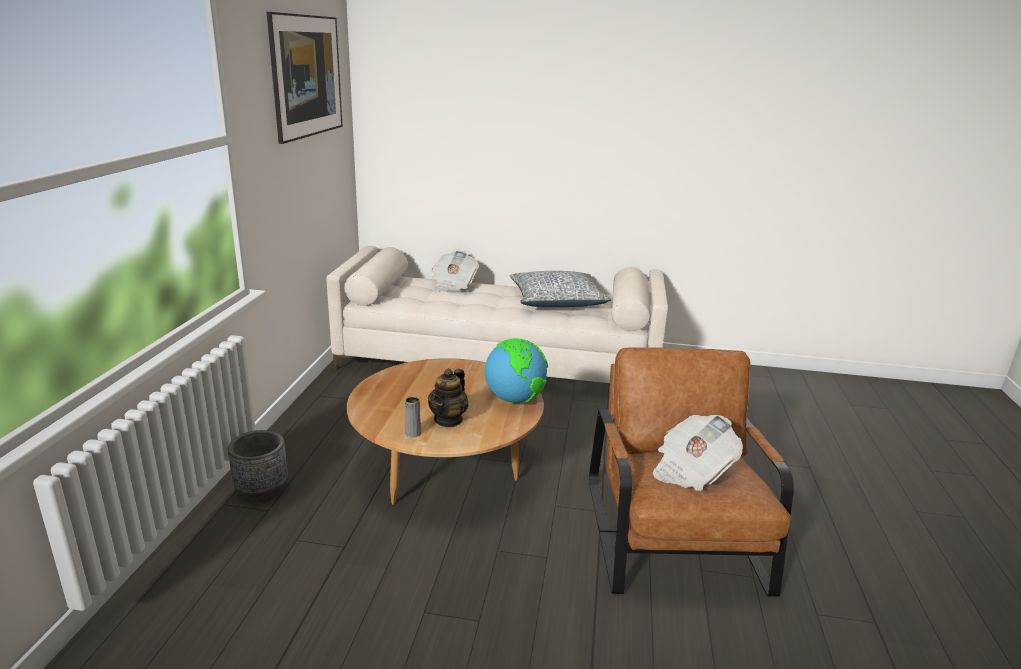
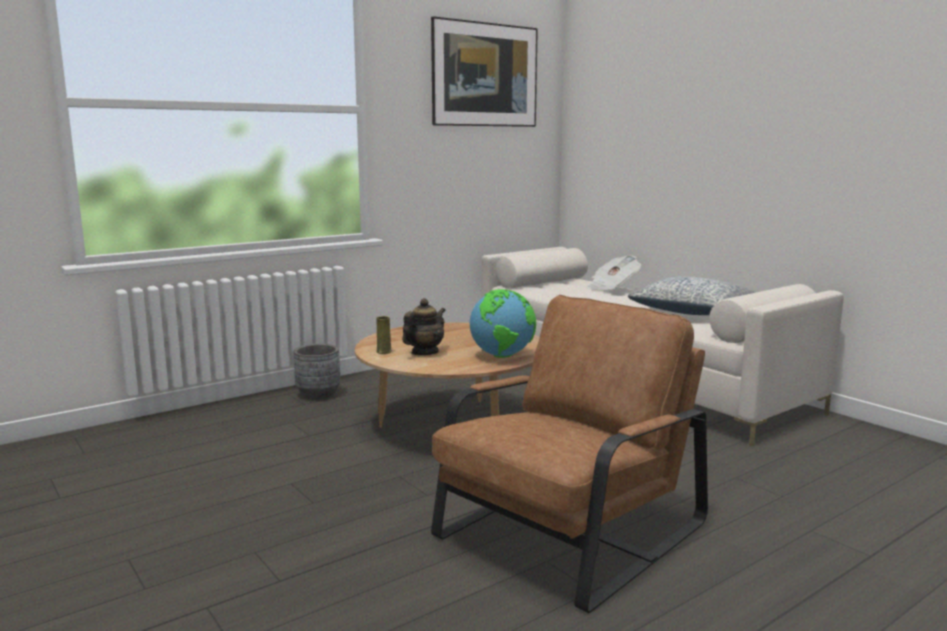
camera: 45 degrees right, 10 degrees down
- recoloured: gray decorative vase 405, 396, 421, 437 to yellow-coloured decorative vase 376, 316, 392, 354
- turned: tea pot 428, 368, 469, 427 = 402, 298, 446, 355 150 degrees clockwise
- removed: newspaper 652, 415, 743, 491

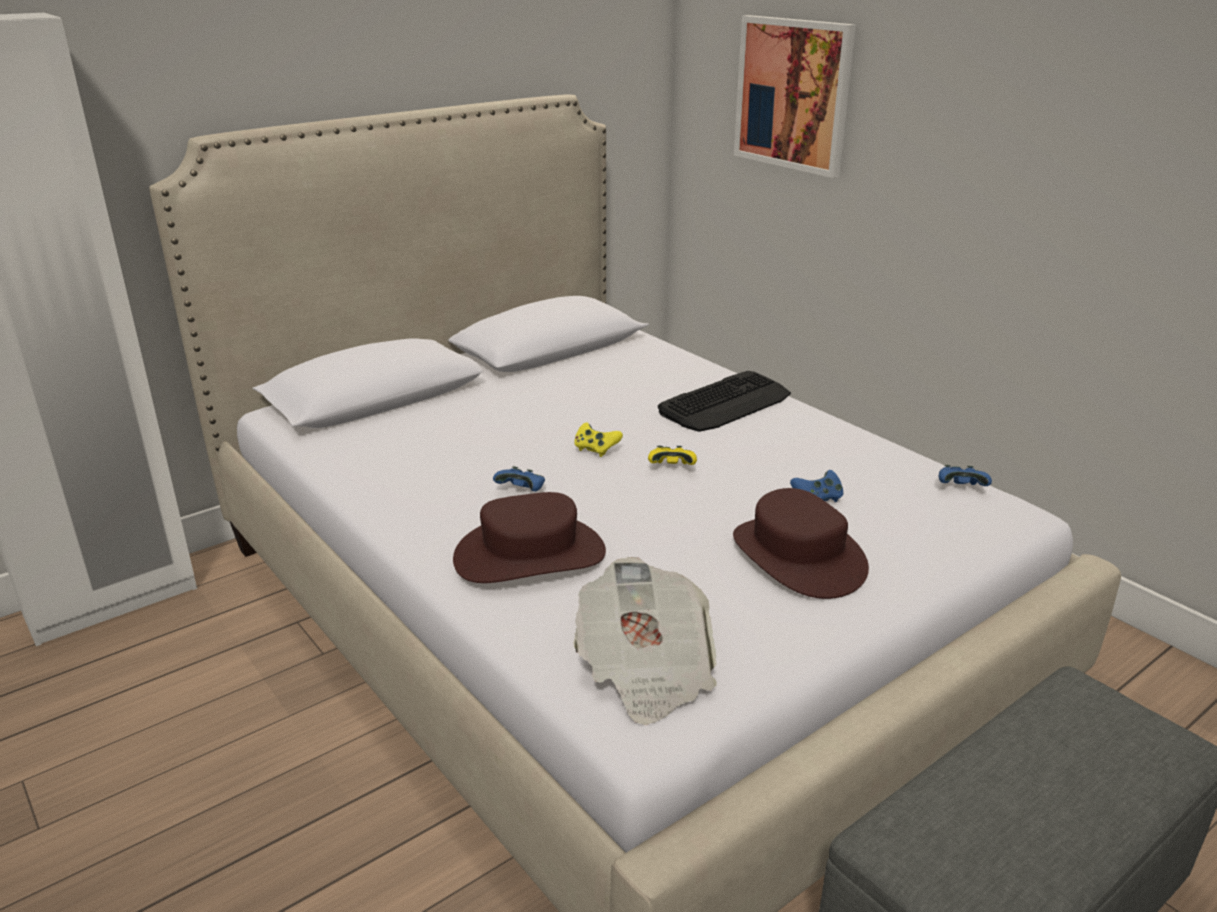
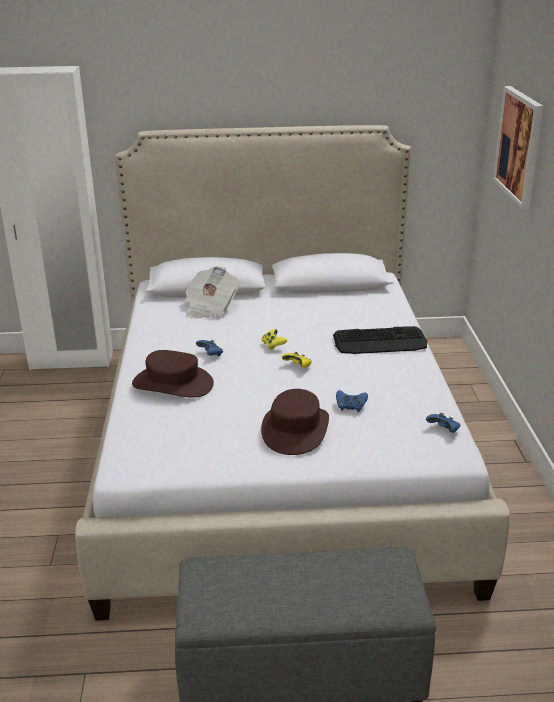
camera: 35 degrees right, 0 degrees up
- moved: newspaper 573, 557, 717, 725 to 184, 266, 239, 319

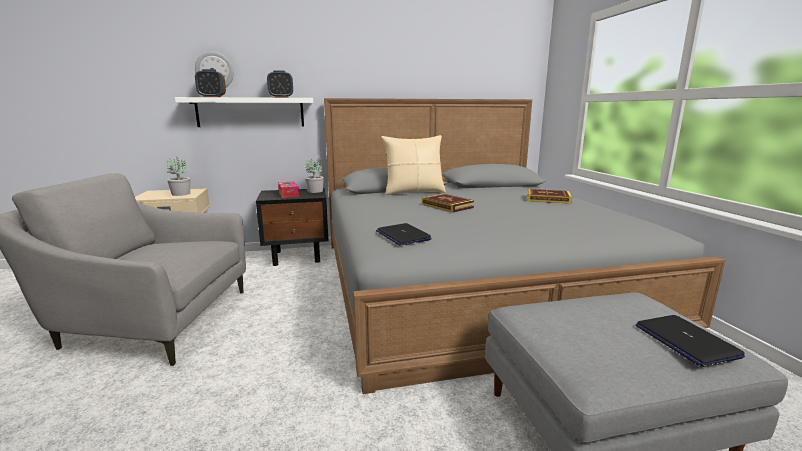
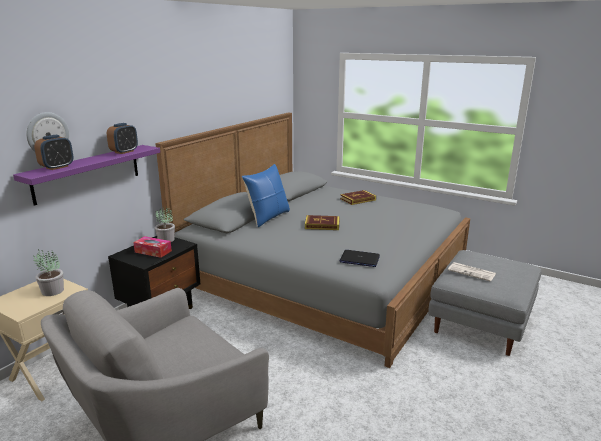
camera: 45 degrees left, 5 degrees up
- recoloured: white bracket shelf 175, 97, 313, 127 to purple-coloured bracket shelf 13, 145, 160, 206
- recoloured: beige-coloured throw pillow 381, 135, 446, 195 to blue throw pillow 242, 164, 290, 227
- removed: laptop 636, 315, 745, 367
- added: newspaper 448, 262, 496, 282

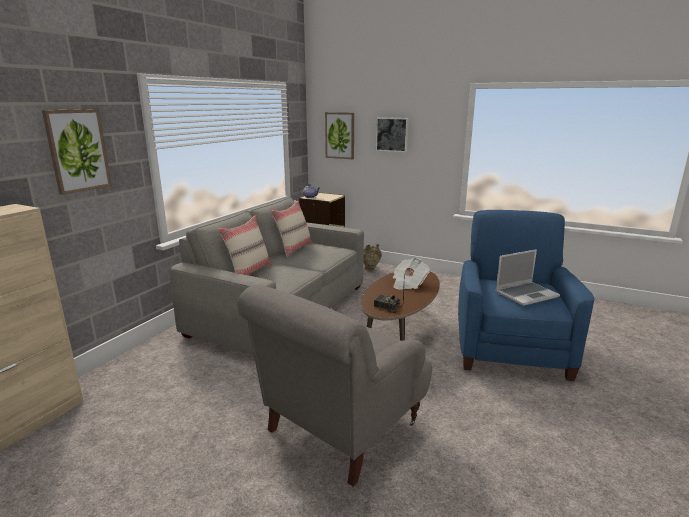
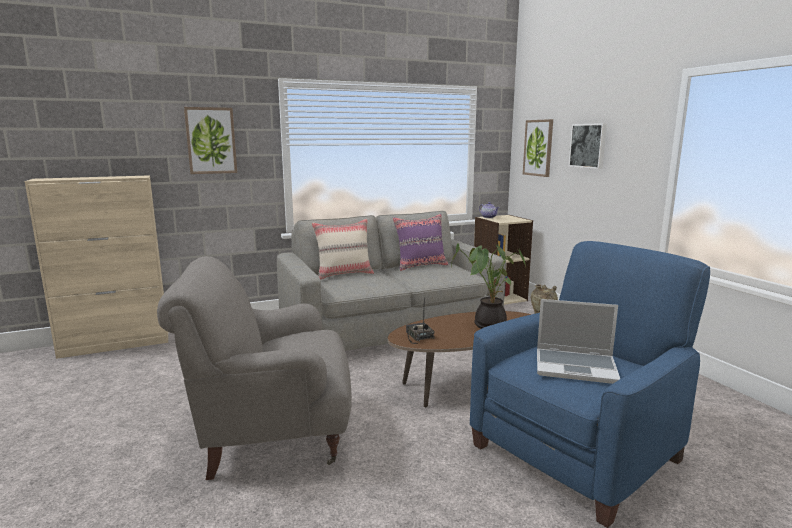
camera: 40 degrees right, 5 degrees down
- recoloured: beige-coloured throw pillow 271, 201, 313, 258 to purple-coloured throw pillow 393, 214, 449, 271
- replaced: newspaper 393, 258, 430, 289 to plant in a pot 451, 243, 526, 329

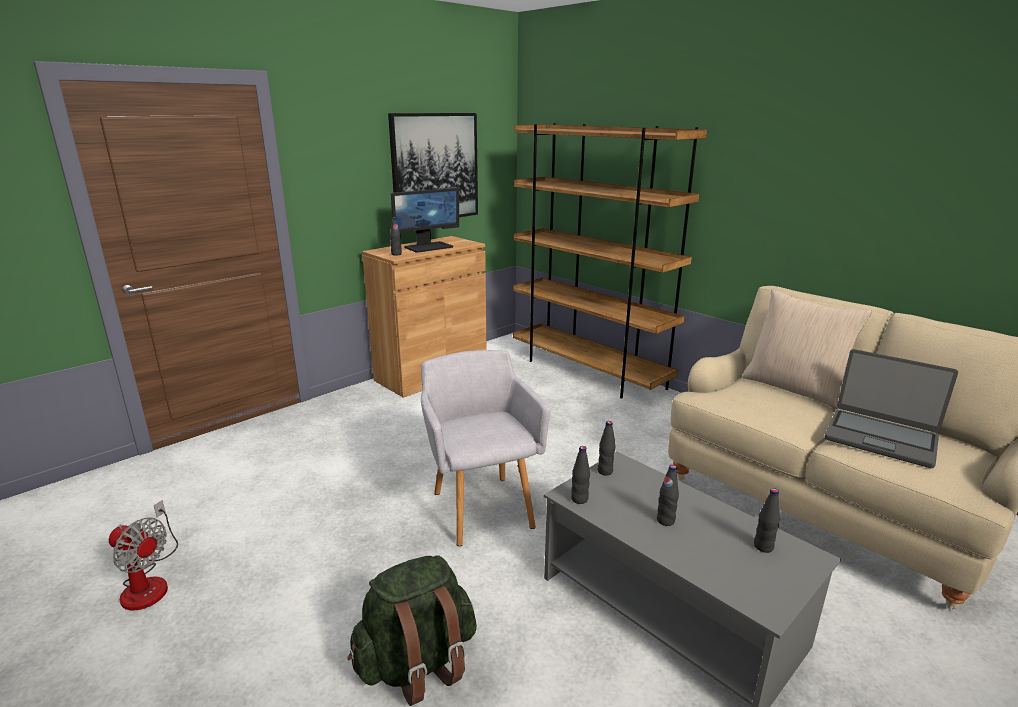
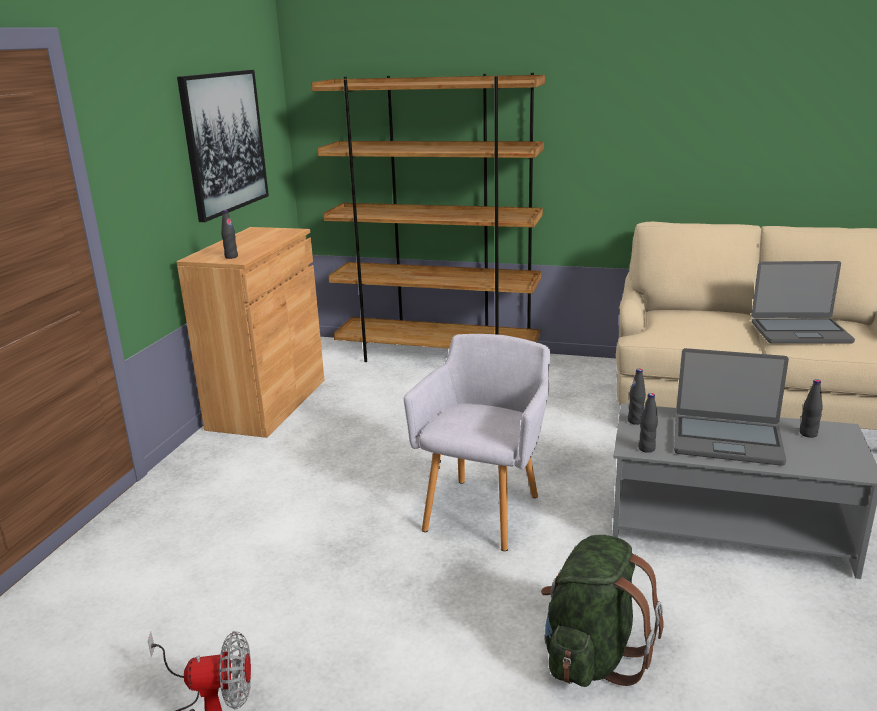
camera: 30 degrees left, 0 degrees up
- removed: computer screen 391, 188, 459, 253
- turned: gray easy chair 421, 350, 551, 546 = 404, 334, 550, 551 75 degrees clockwise
- replaced: black beverage bottle 657, 465, 679, 526 to laptop 674, 348, 789, 466
- removed: beige-coloured throw pillow 742, 289, 872, 409

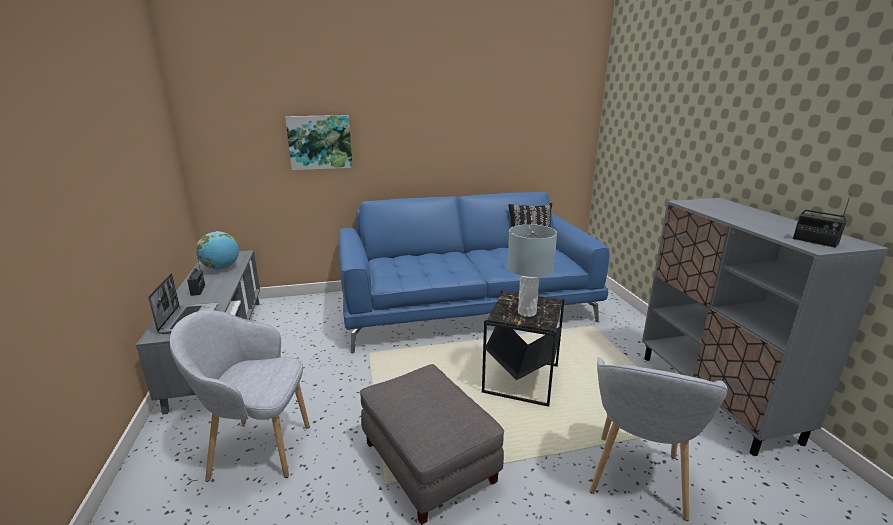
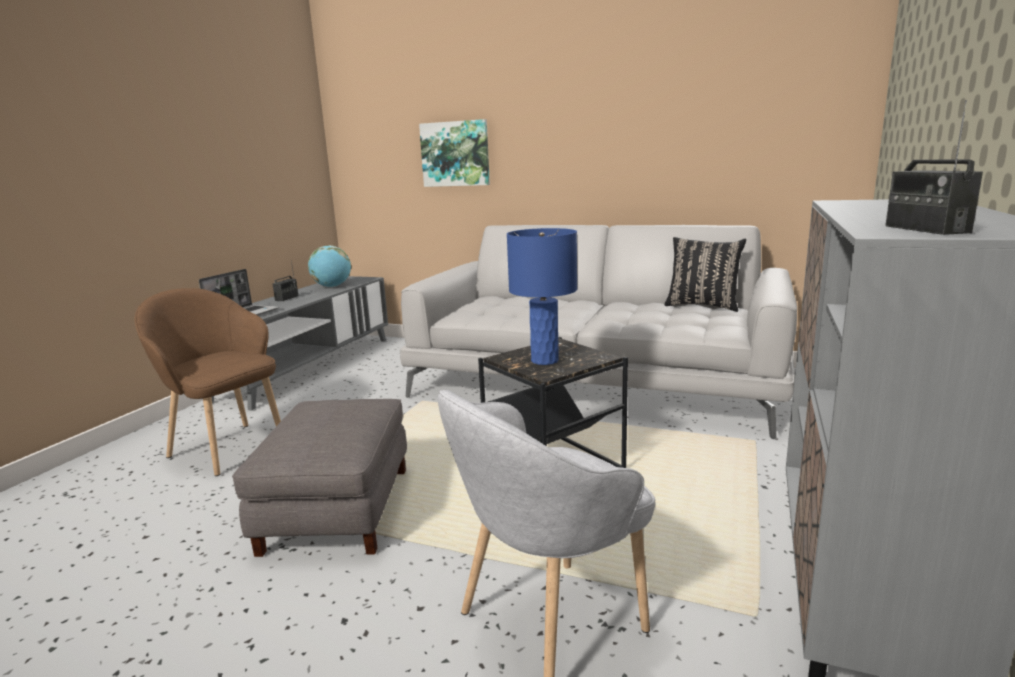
camera: 35 degrees right, 5 degrees down
- recoloured: gray easy chair 170, 311, 310, 482 to brownish easy chair 135, 288, 281, 476
- recoloured: blue sofa 339, 192, 610, 354 to gray sofa 400, 225, 797, 439
- recoloured: gray lamp for a table 507, 224, 557, 317 to blue lamp for a table 507, 228, 577, 365

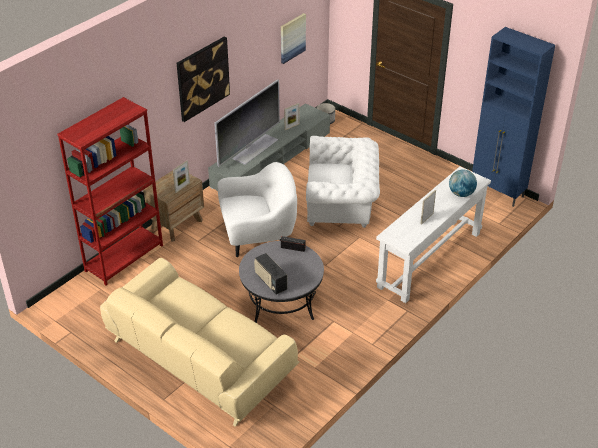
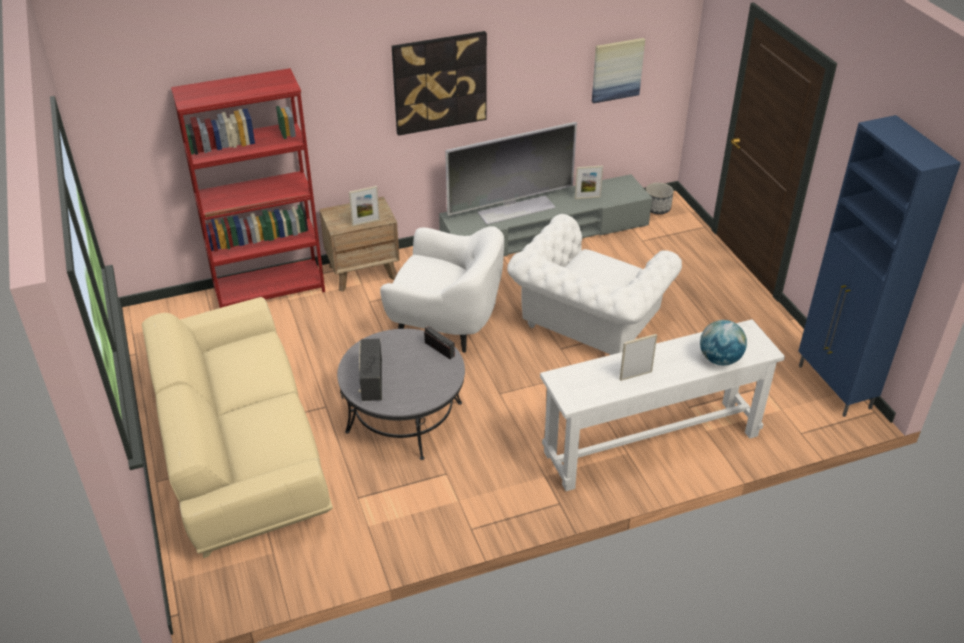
camera: 30 degrees right, 0 degrees up
- turned: white easy chair 306, 136, 380, 228 = 507, 214, 682, 355 90 degrees clockwise

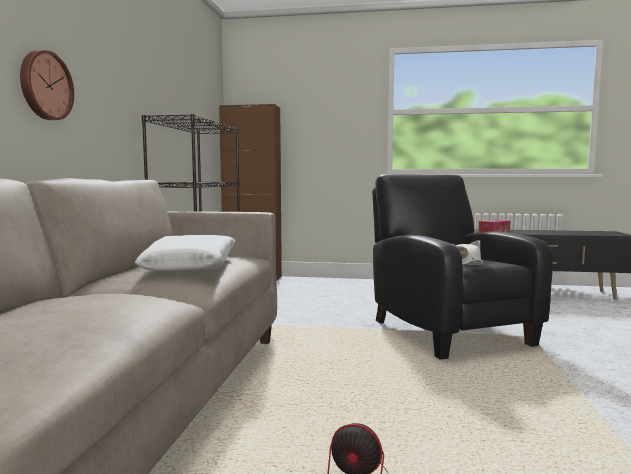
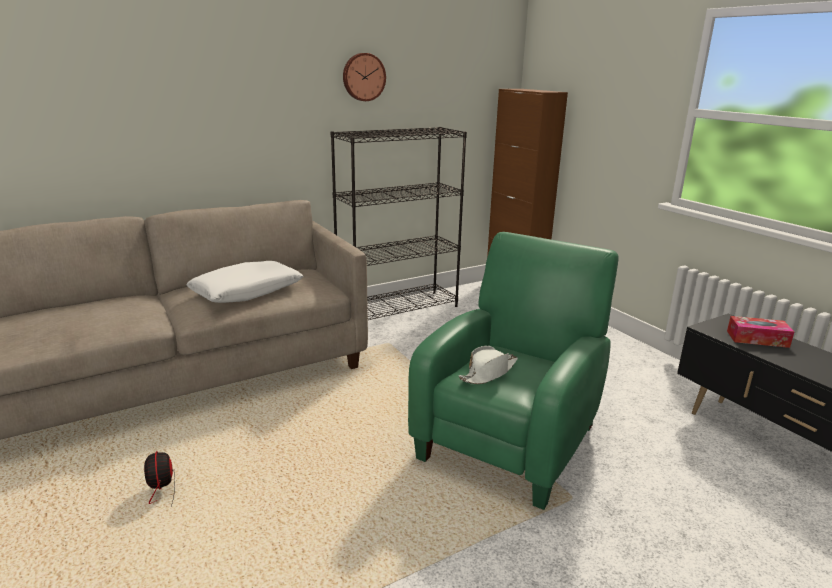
camera: 50 degrees right, 15 degrees up
- moved: clock on the wall 20, 50, 74, 120 to 343, 53, 386, 101
- recoloured: black easy chair 372, 174, 553, 360 to green easy chair 408, 232, 619, 510

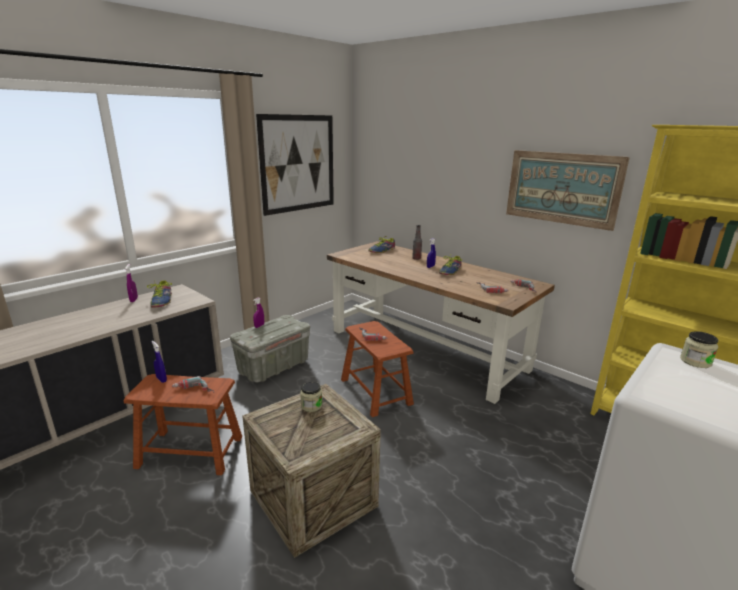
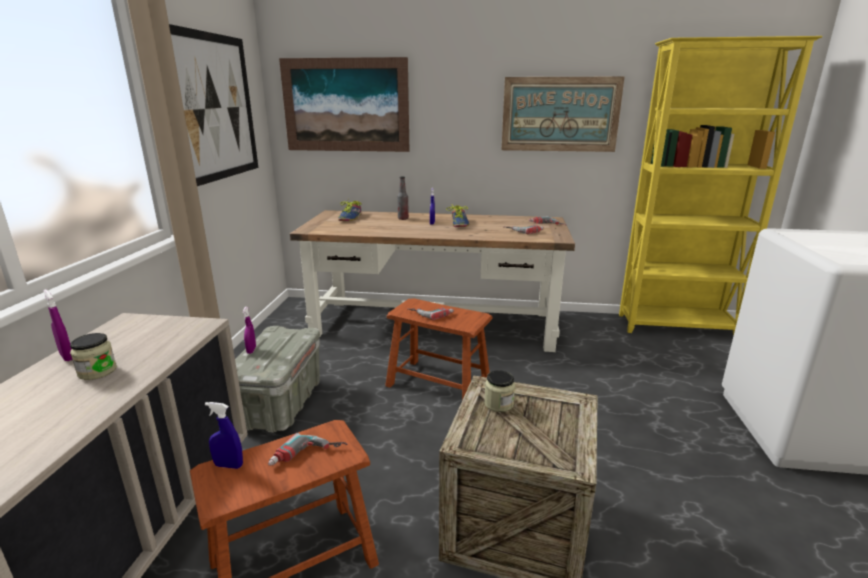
camera: 35 degrees left, 0 degrees up
- removed: shoe 147, 280, 172, 308
- moved: storage jar 680, 331, 718, 368 to 70, 333, 117, 380
- added: wall art 279, 57, 410, 152

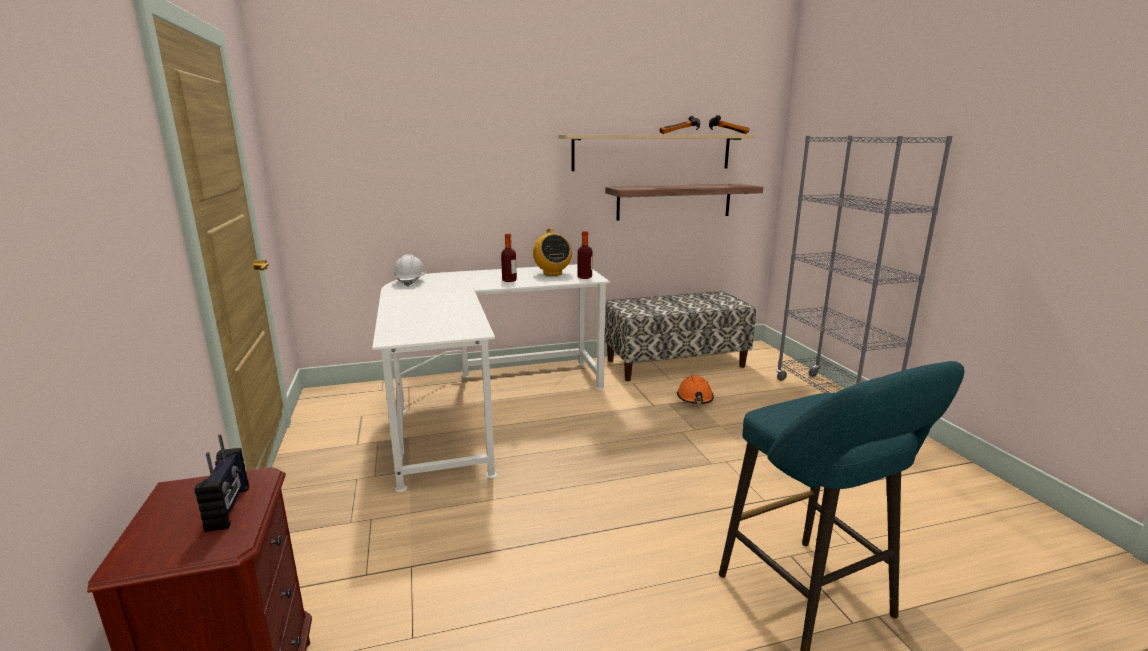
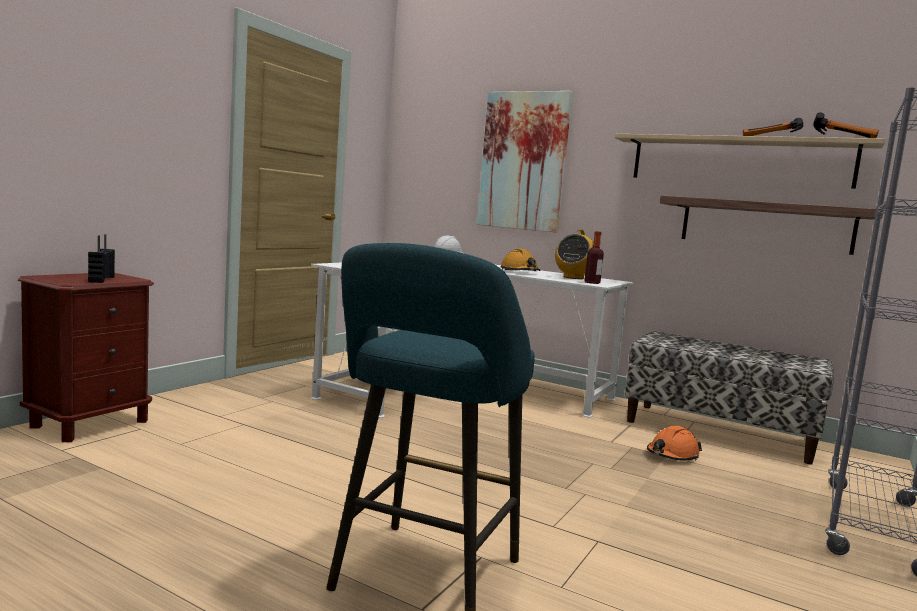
camera: 45 degrees right, 10 degrees down
- turned: radio 195, 434, 249, 532 = 88, 234, 115, 283 135 degrees clockwise
- replaced: beverage bottle 501, 233, 517, 282 to orange hard hat 501, 249, 540, 271
- added: wall art 477, 91, 573, 233

